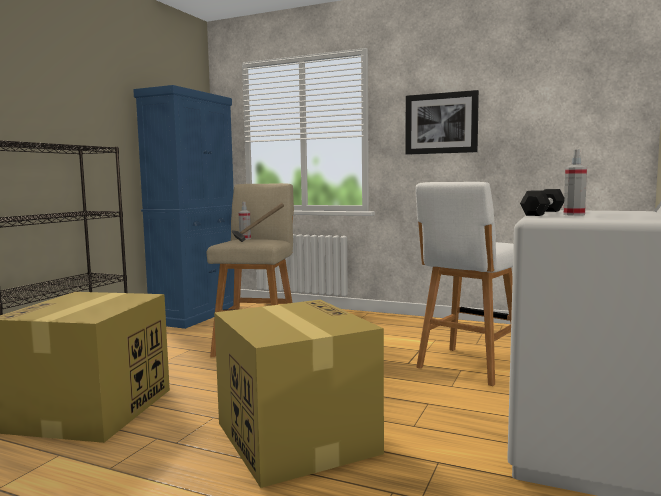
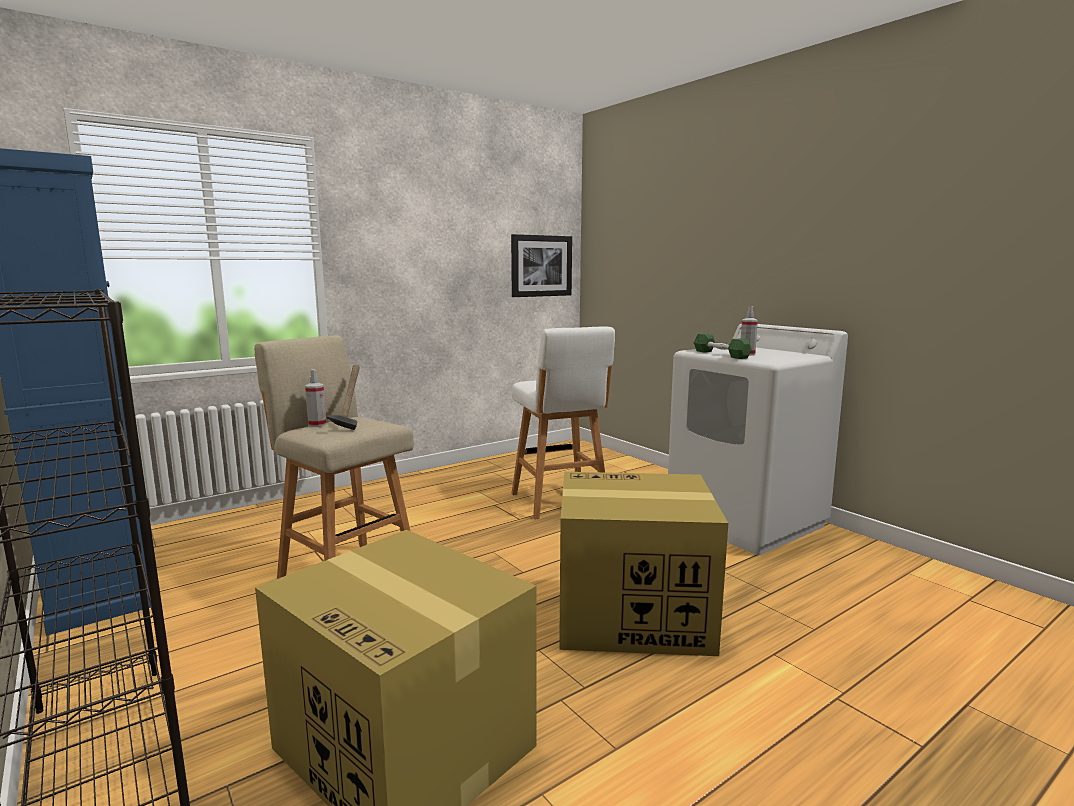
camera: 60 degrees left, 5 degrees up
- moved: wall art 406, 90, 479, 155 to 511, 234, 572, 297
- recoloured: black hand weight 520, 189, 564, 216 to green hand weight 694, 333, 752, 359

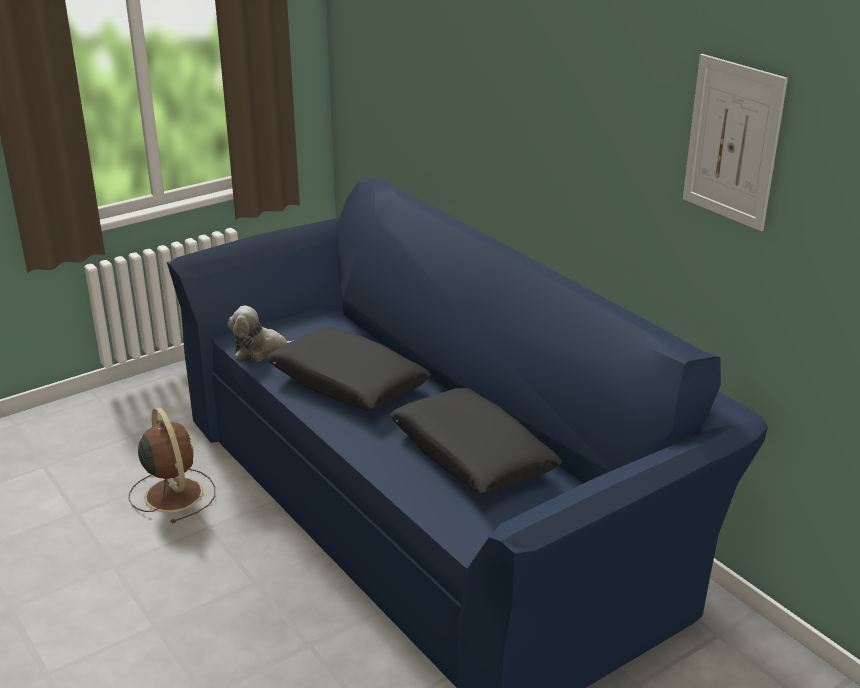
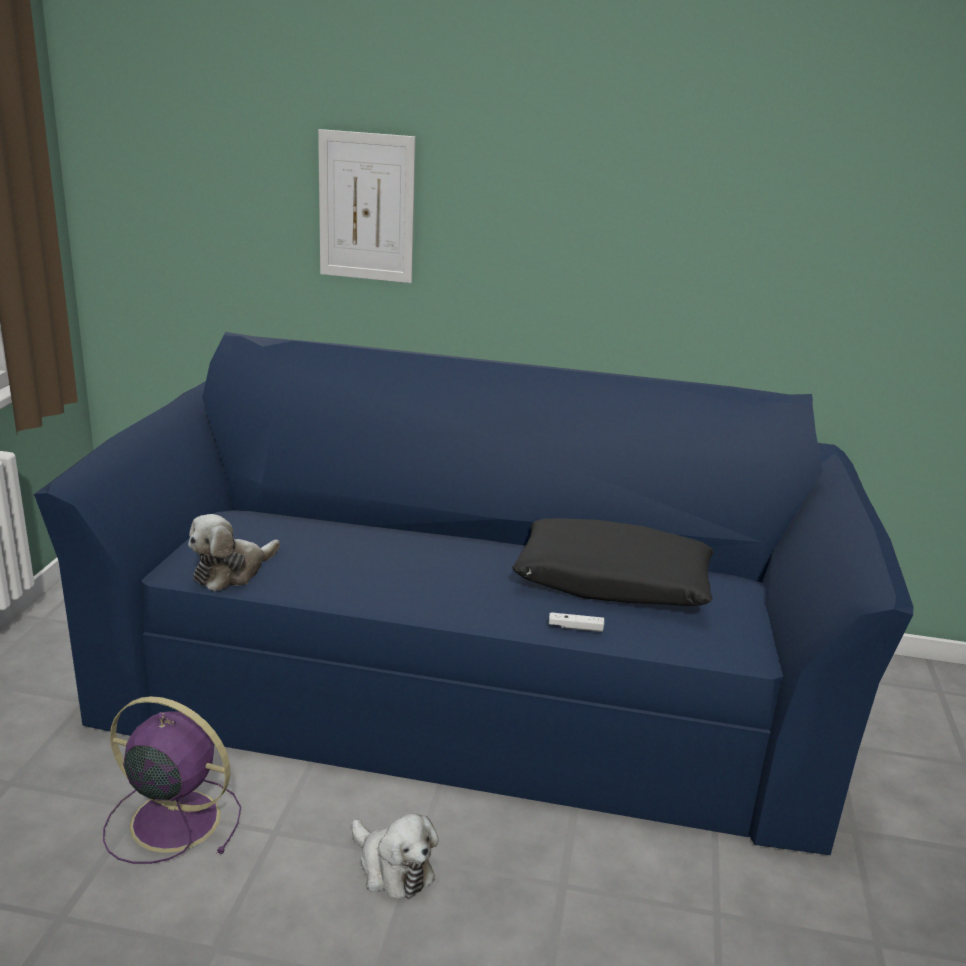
camera: 45 degrees left, 5 degrees down
- recoloured: brownish electric fan 129, 407, 215, 524 to purple-coloured electric fan 103, 696, 241, 864
- removed: black throw pillow 267, 327, 431, 411
- moved: wall art 683, 54, 788, 231 to 318, 129, 416, 283
- added: soft toy 351, 813, 439, 899
- added: white gamepad 549, 612, 604, 632

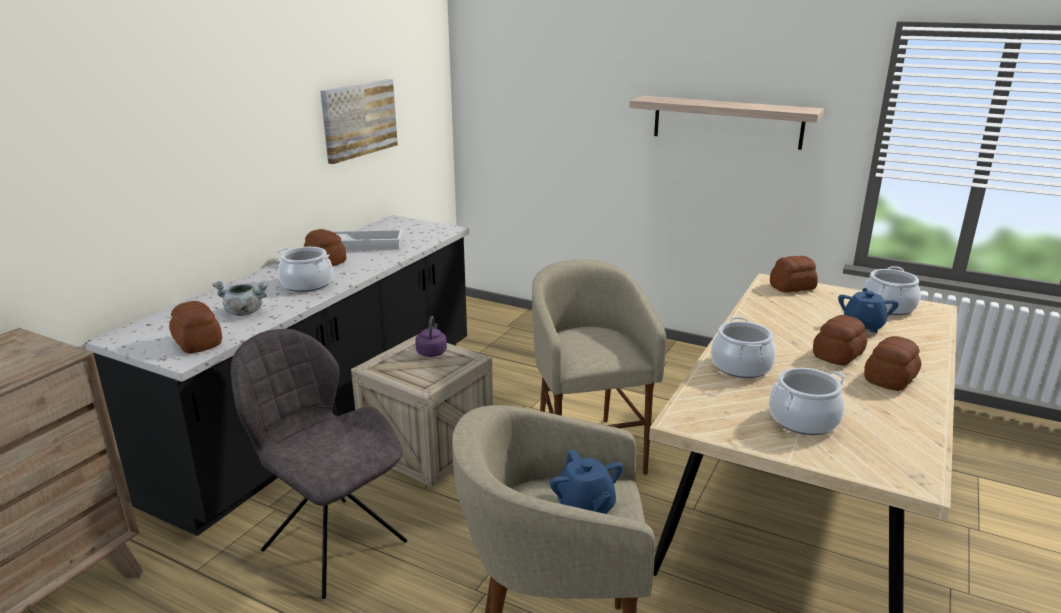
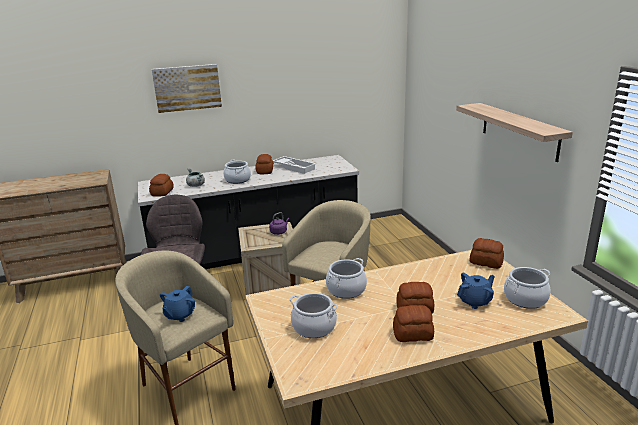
camera: 45 degrees right, 0 degrees up
- moved: wall art 320, 79, 398, 164 to 152, 64, 222, 113

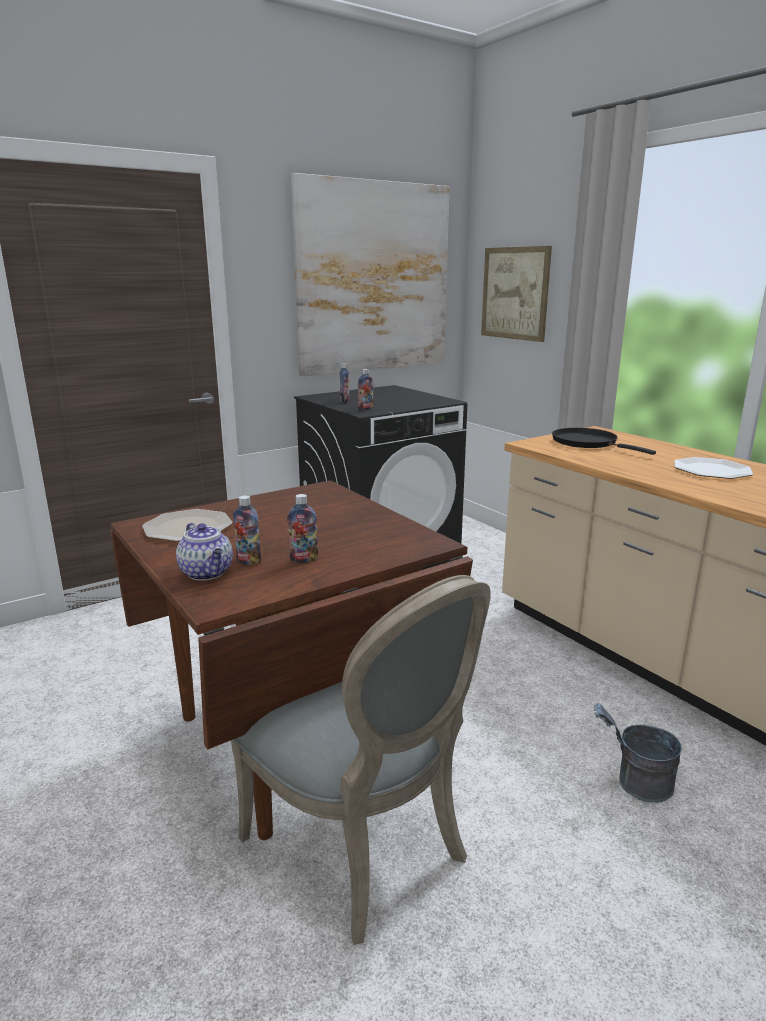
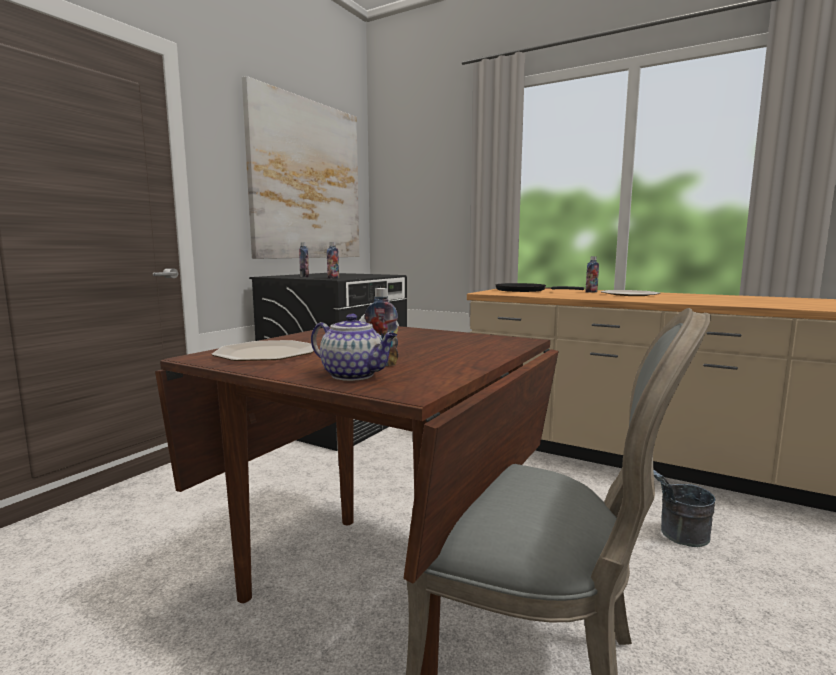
camera: 25 degrees left, 10 degrees down
- moved: beverage bottle 287, 494, 318, 563 to 586, 256, 599, 293
- removed: wall art 481, 246, 552, 342

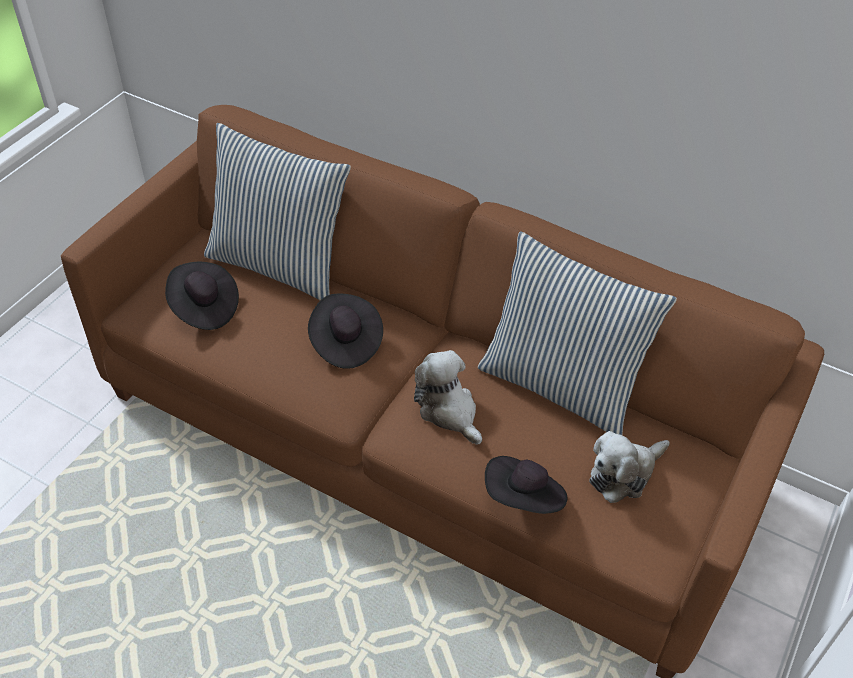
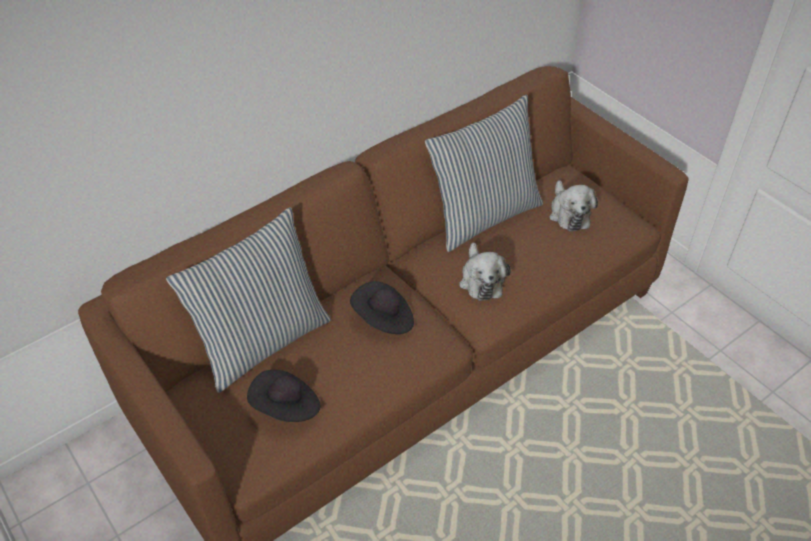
camera: 65 degrees left, 0 degrees up
- turned: soft toy 414, 350, 482, 445 = 459, 242, 511, 301 90 degrees counterclockwise
- removed: black hat 485, 456, 568, 514

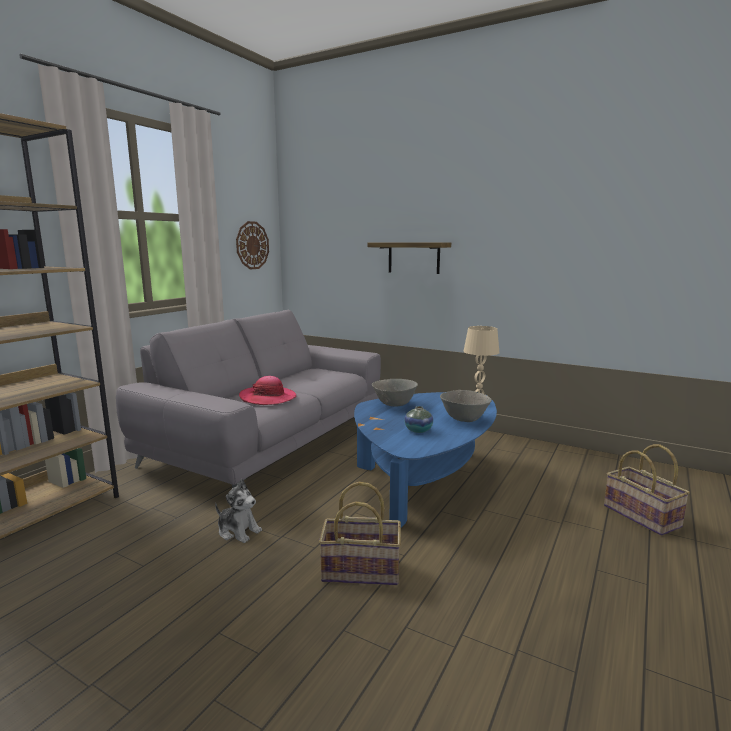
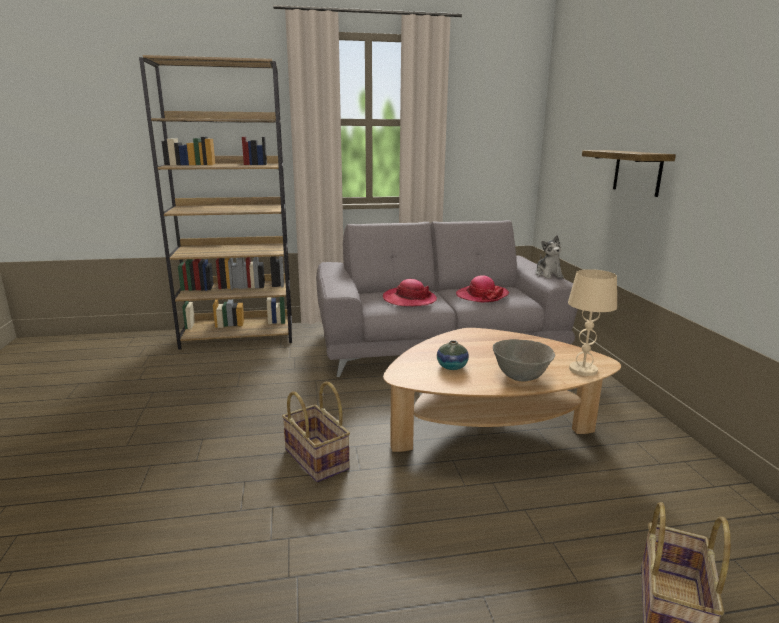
camera: 50 degrees right, 5 degrees up
- moved: soft toy 215, 479, 262, 543 to 535, 235, 564, 278
- removed: clock on the wall 236, 221, 269, 270
- recoloured: blue coffee table 354, 392, 497, 527 to brownish coffee table 383, 328, 621, 452
- removed: gray deep dish 372, 379, 418, 407
- added: hat 456, 275, 509, 302

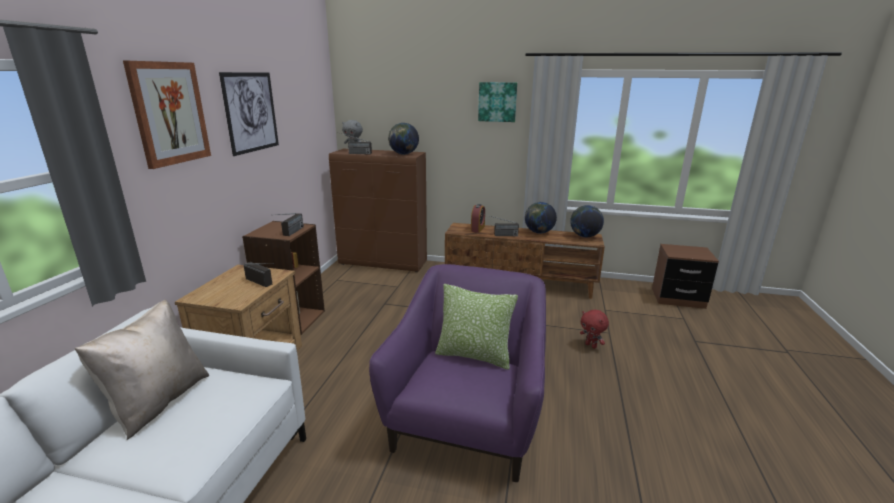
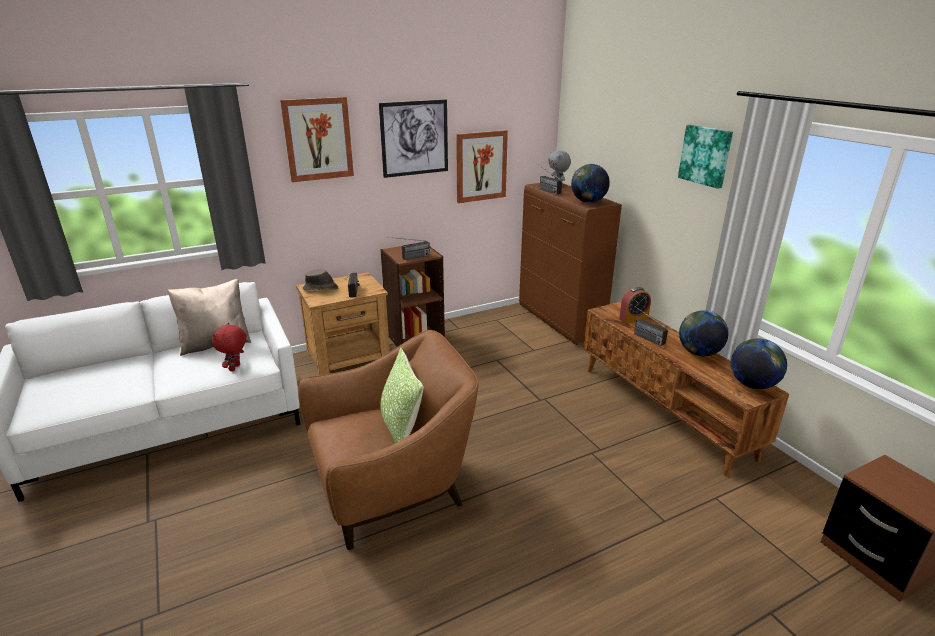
camera: 50 degrees right, 5 degrees up
- recoloured: purple-coloured easy chair 369, 264, 546, 482 to brownish easy chair 298, 330, 479, 550
- moved: reddish soft toy 580, 310, 609, 349 to 212, 322, 247, 371
- added: brownish hat 303, 269, 338, 290
- added: wall art 456, 130, 508, 203

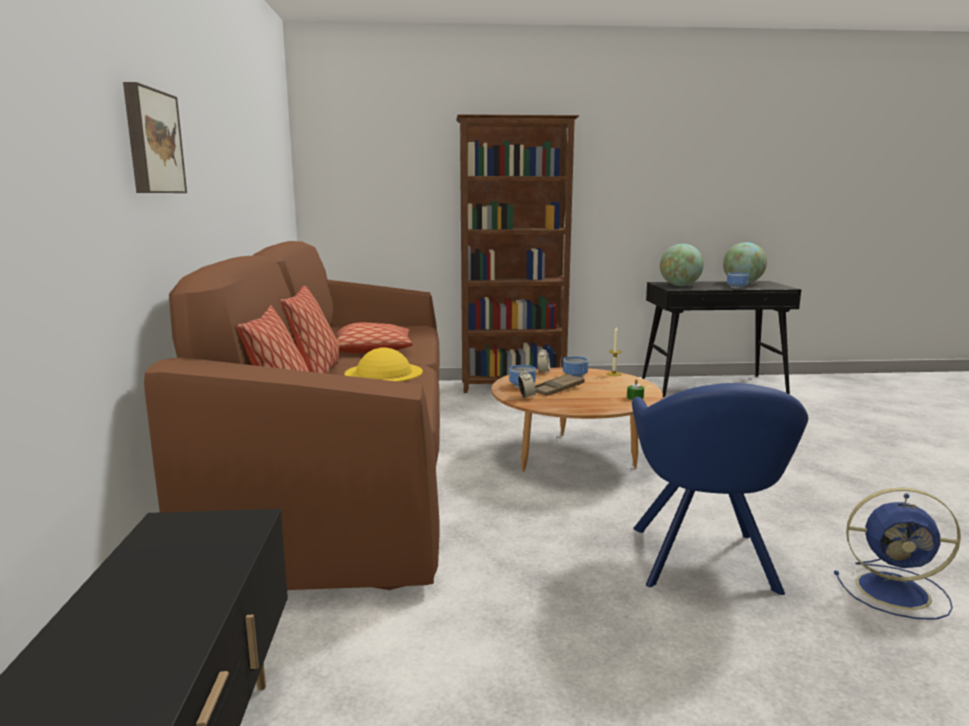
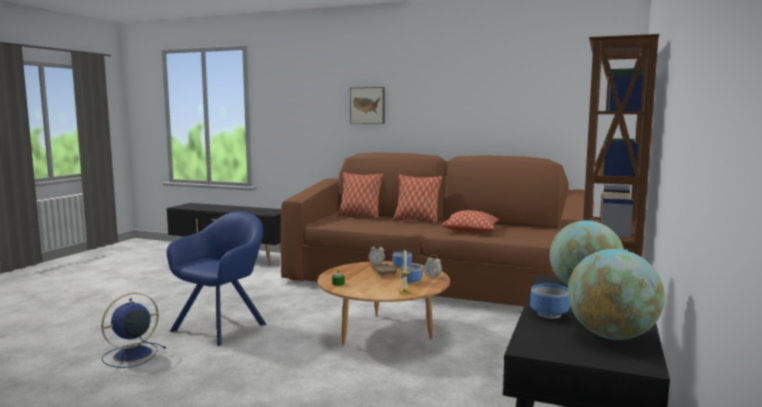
camera: 115 degrees right, 5 degrees down
- removed: yellow-coloured hat 345, 347, 423, 382
- turned: blue easy chair 632, 383, 808, 595 = 167, 212, 266, 346 90 degrees clockwise

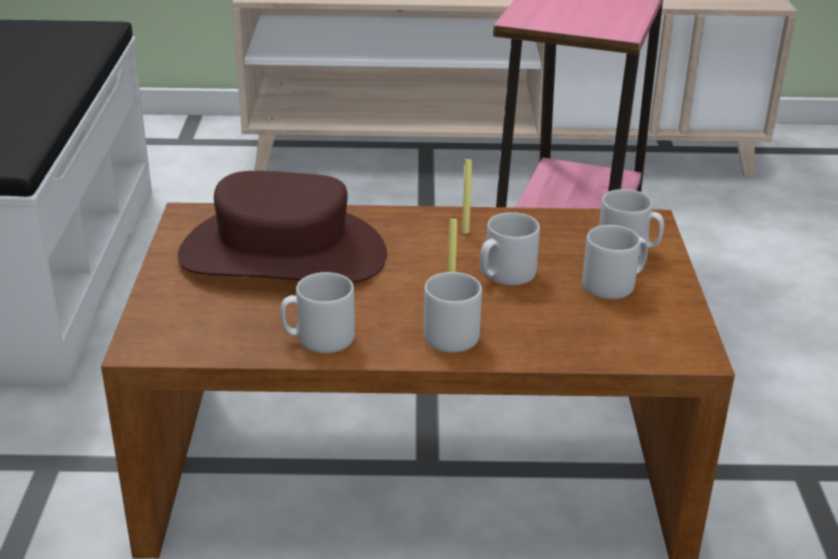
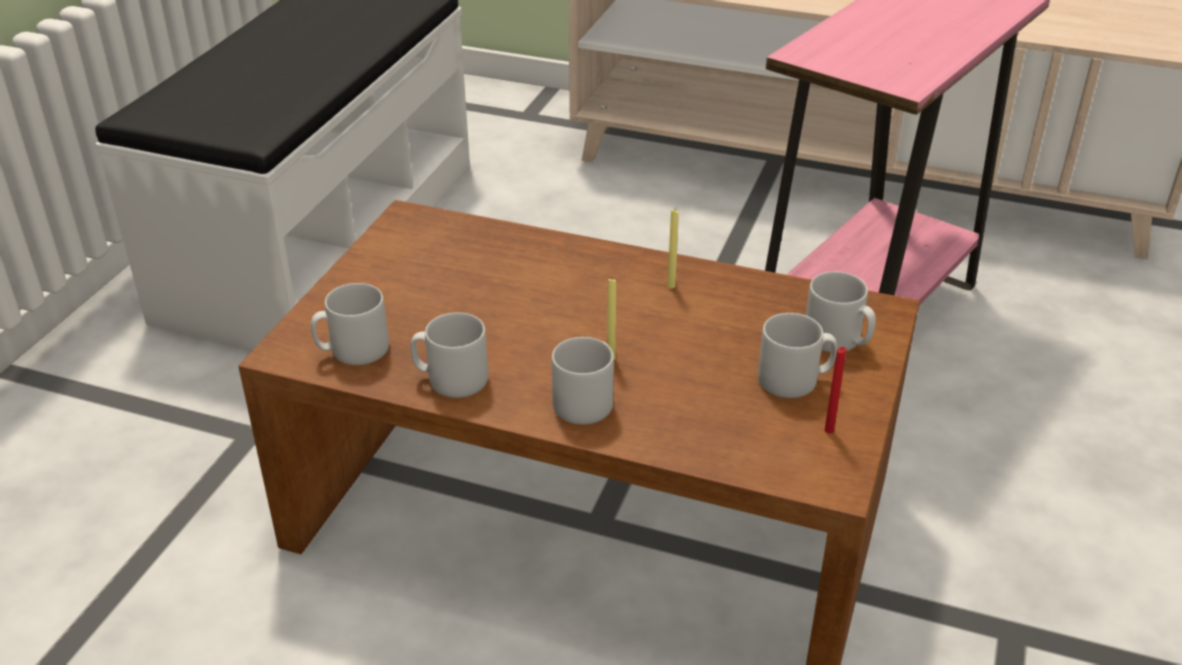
camera: 20 degrees right, 5 degrees up
- removed: brownish hat 178, 171, 387, 283
- moved: gray coffee mug 480, 212, 540, 285 to 311, 283, 389, 365
- added: reddish wax candle 825, 347, 846, 434

